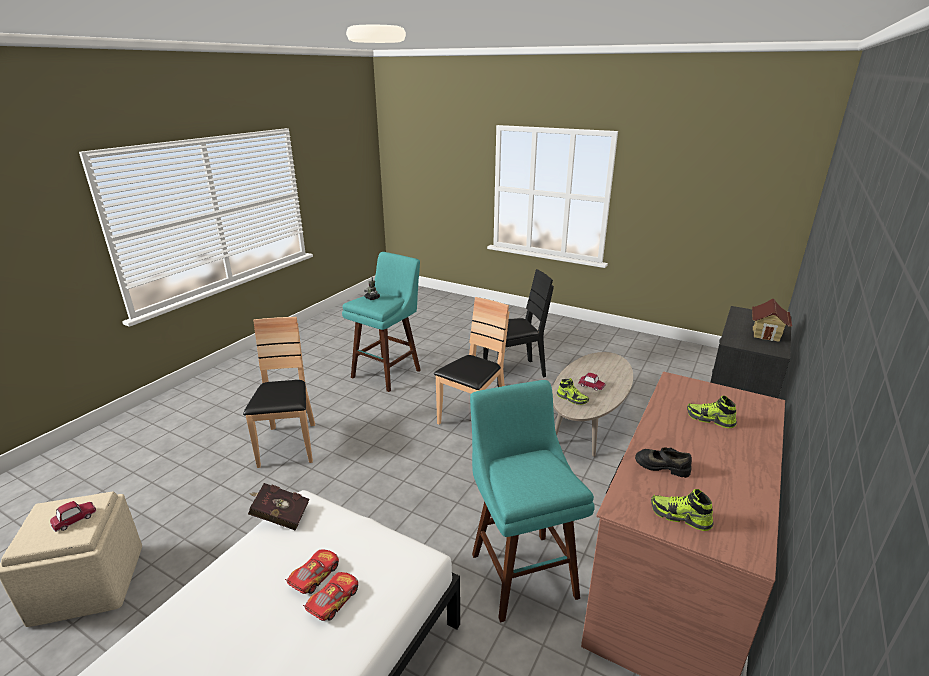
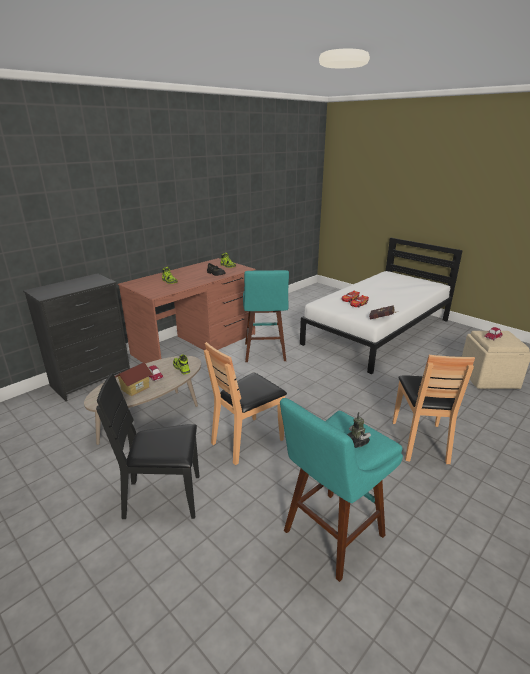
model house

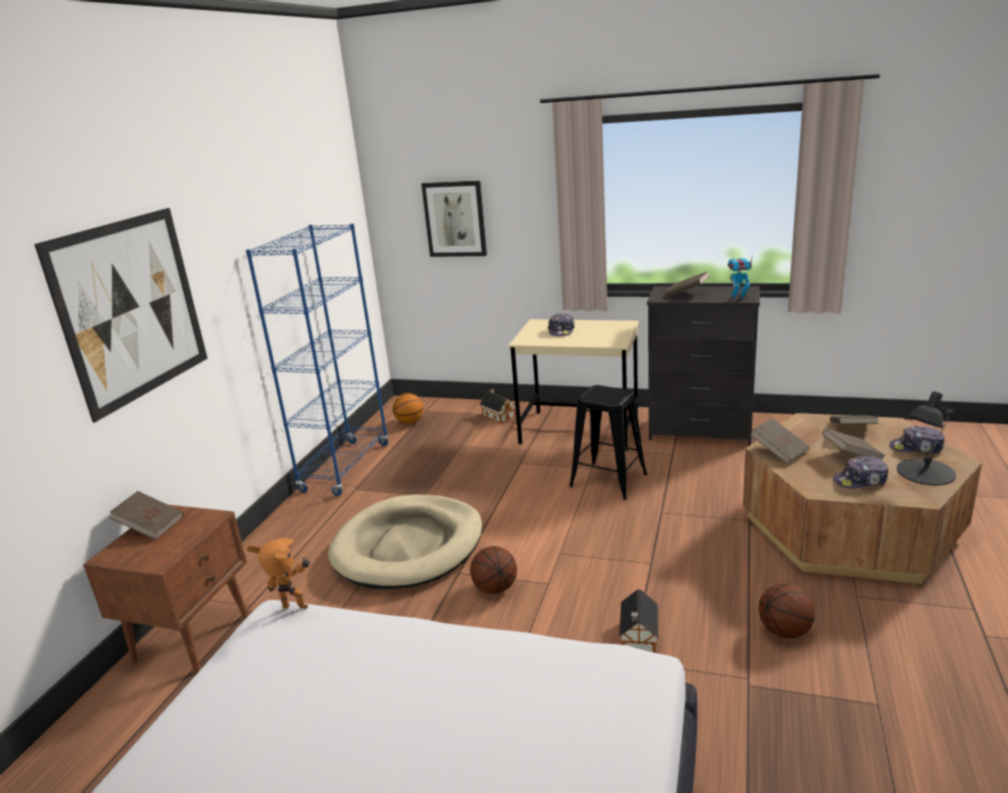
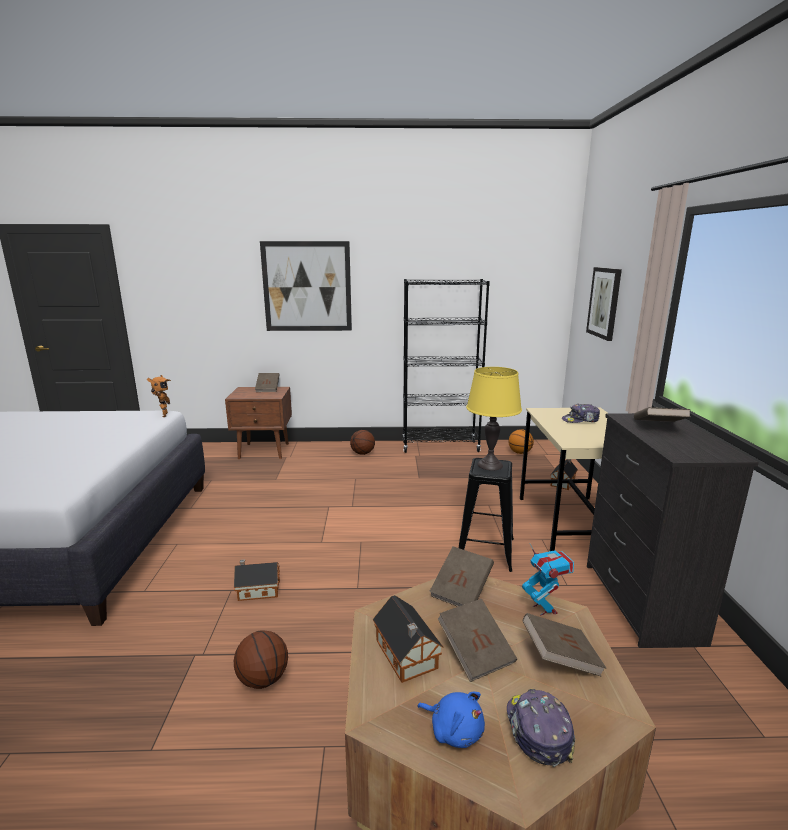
bookcase (black-coloured); model robot (2nd from left); cuddly toy (bluish); model house (2nd from left); dog bed (beige); basketball ball (2nd from left); table lamp (yellowish)

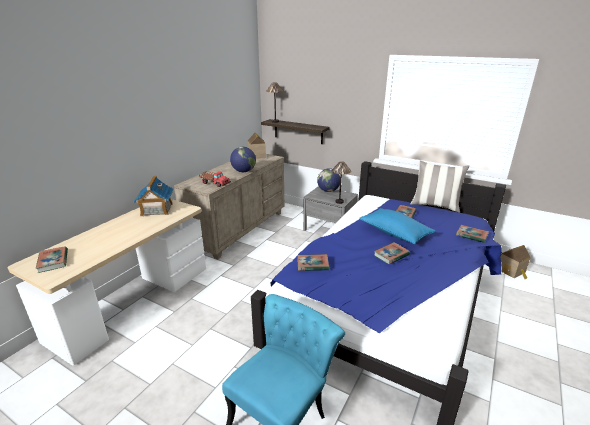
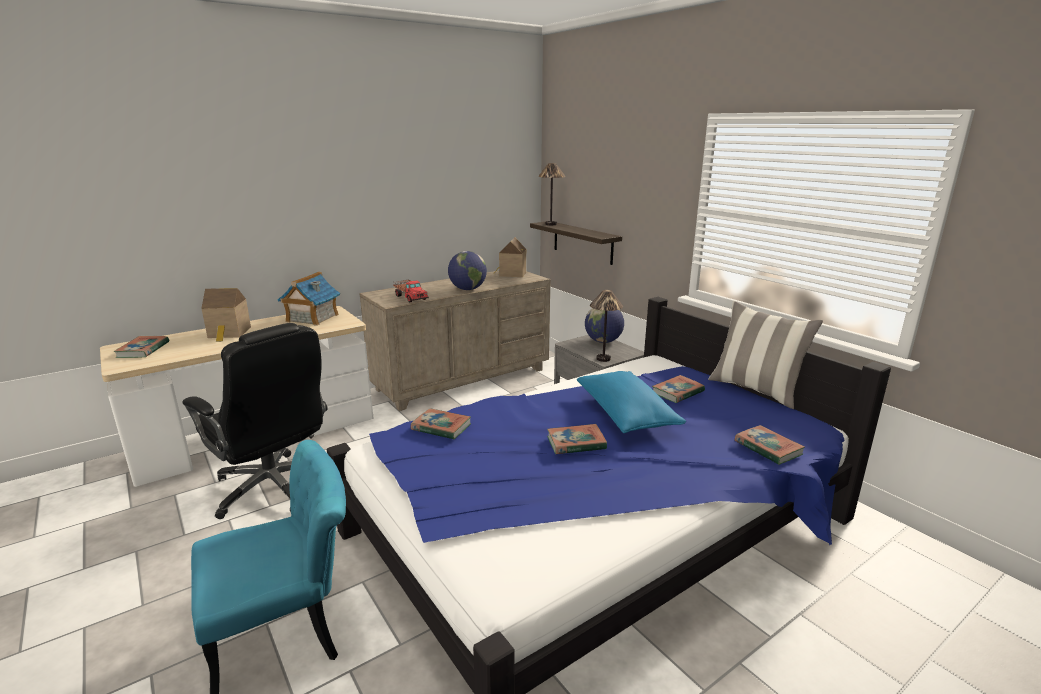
model house (1st from left); computer chair (black-coloured)

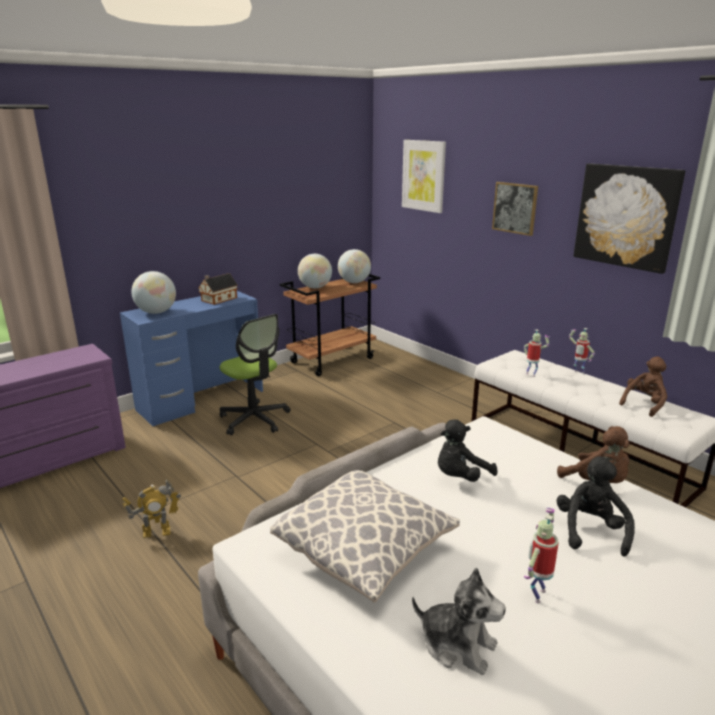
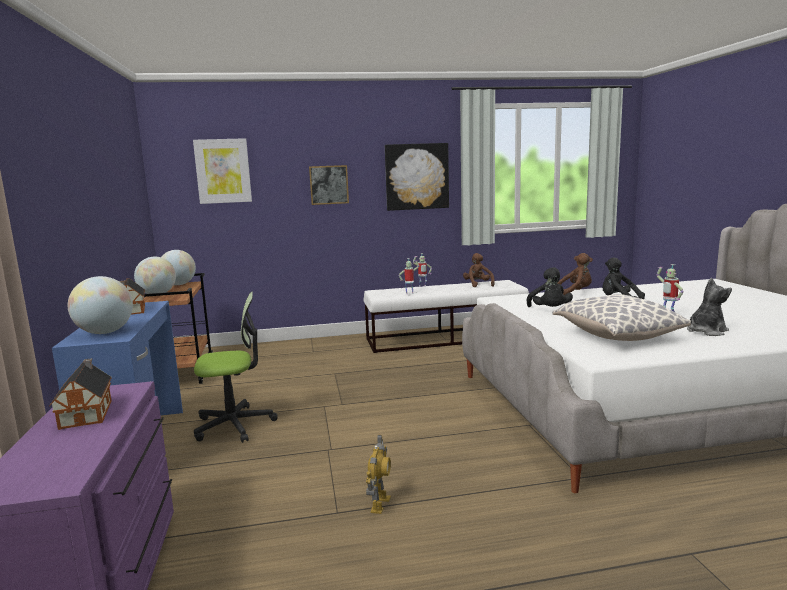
model house (1st from left)

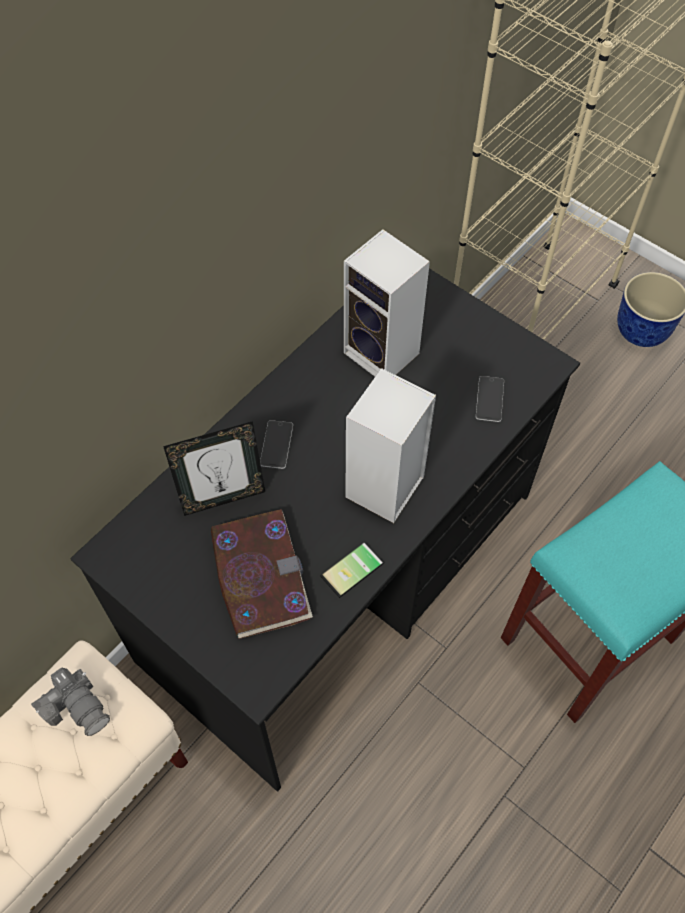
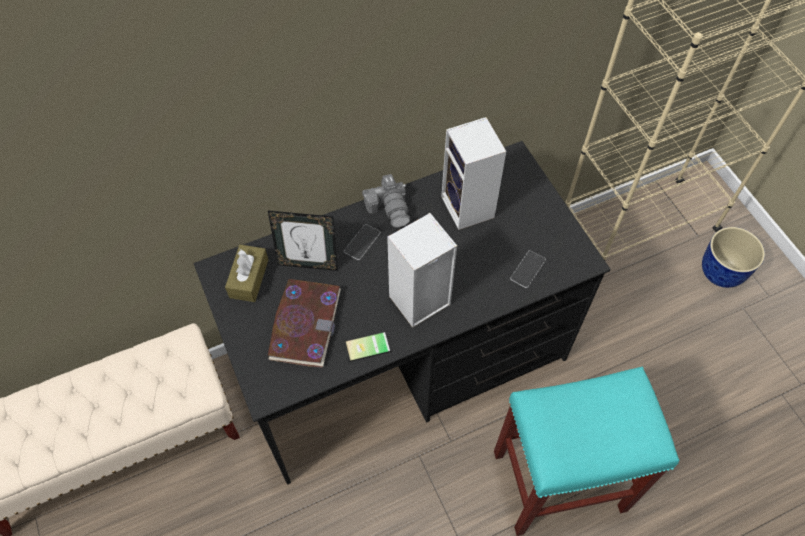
still camera; tissue box (brown-coloured)

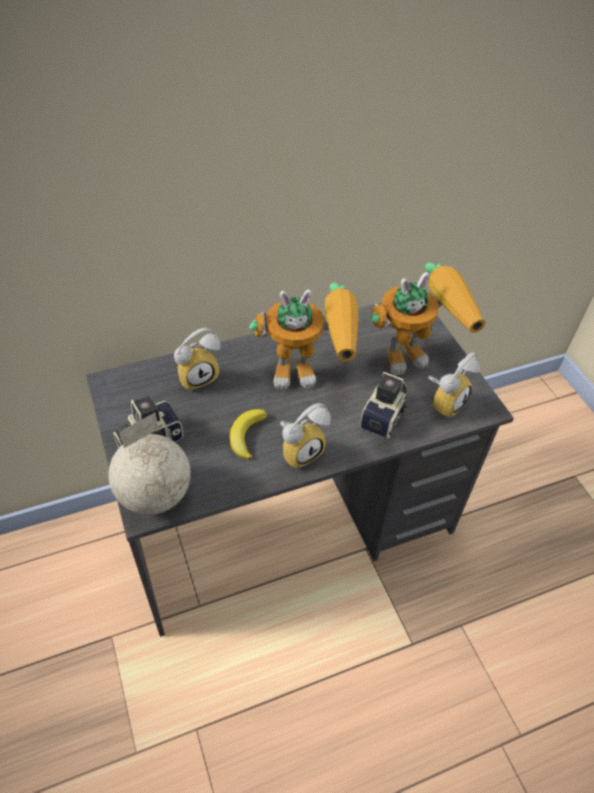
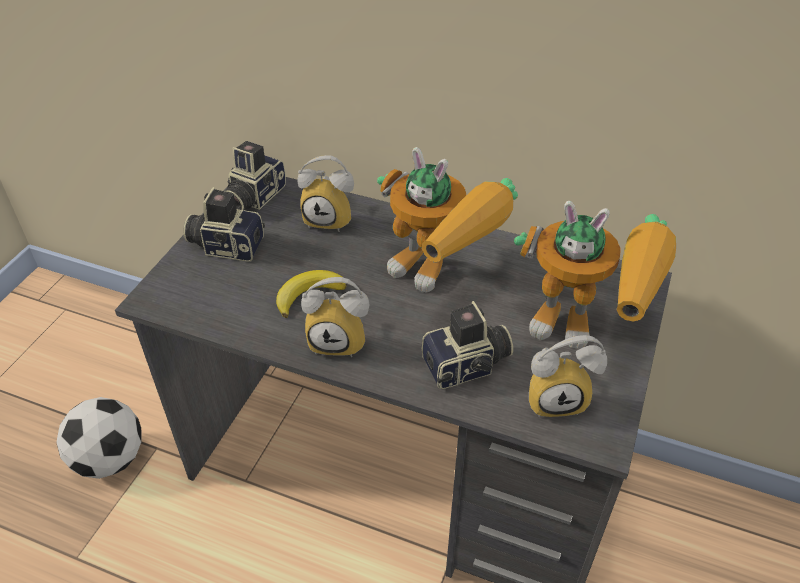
globe; still camera (2nd from left); football

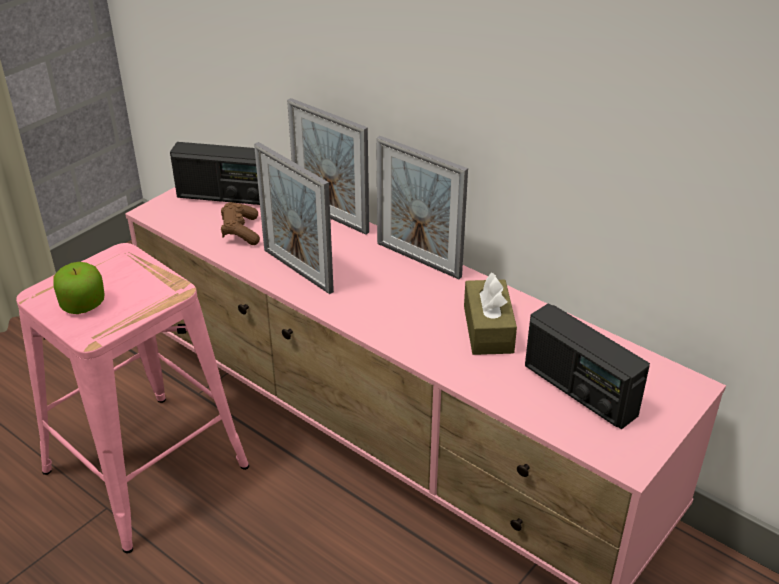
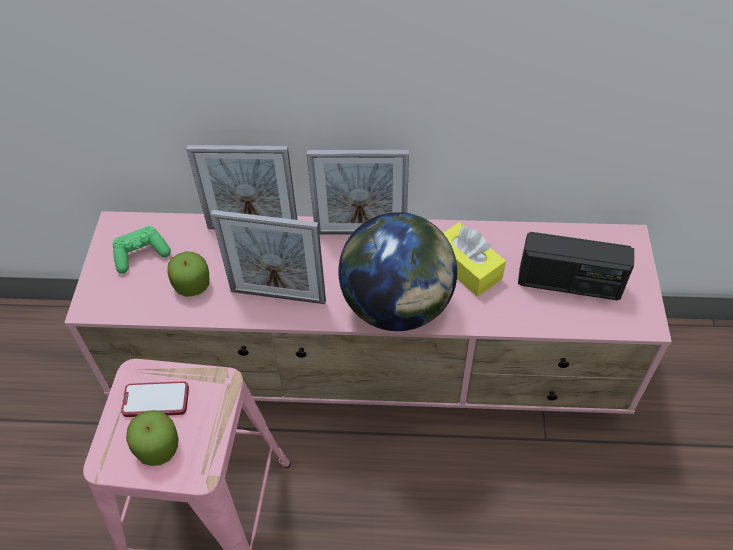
joypad (greenish); apple (2nd from left); tissue box (yellowish); globe; telephone

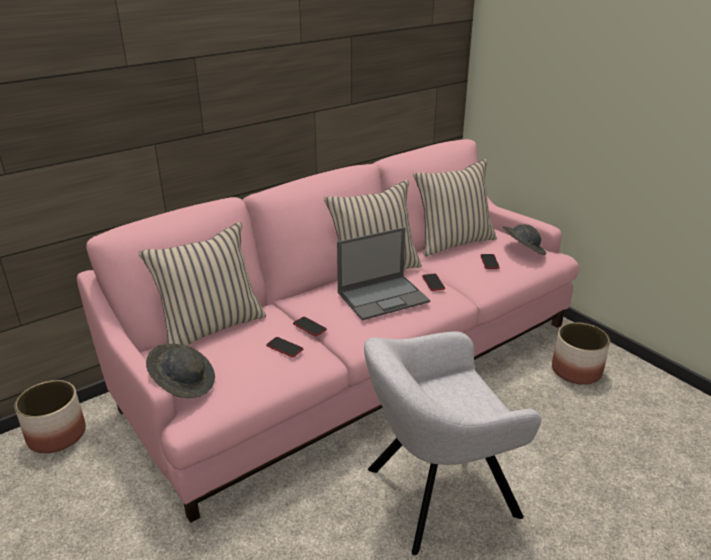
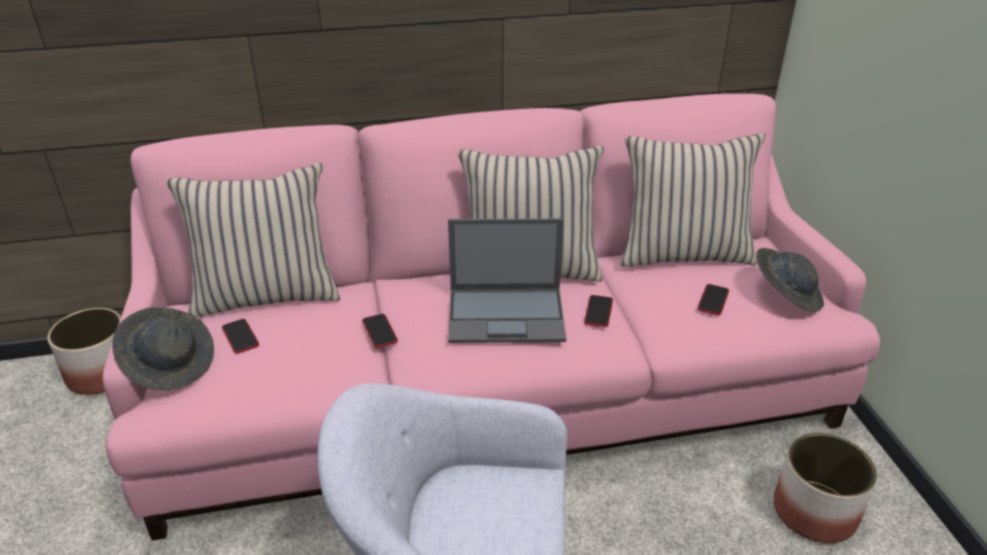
telephone (1st from left)

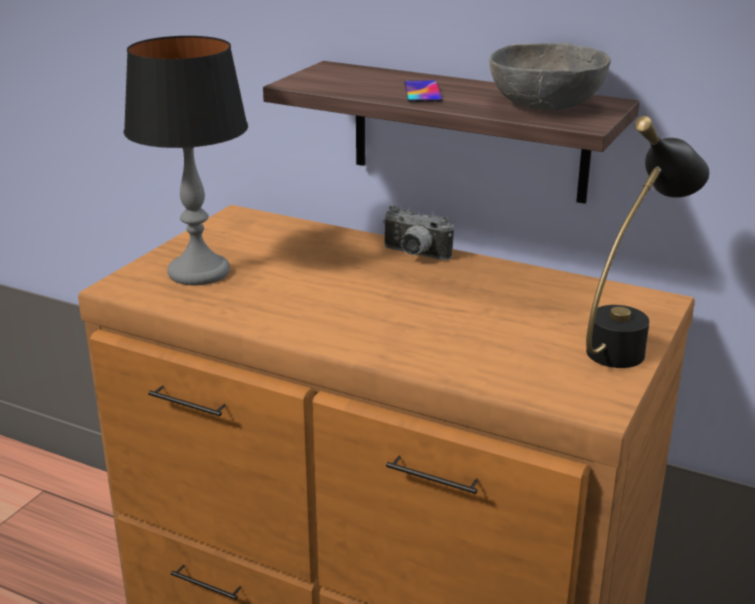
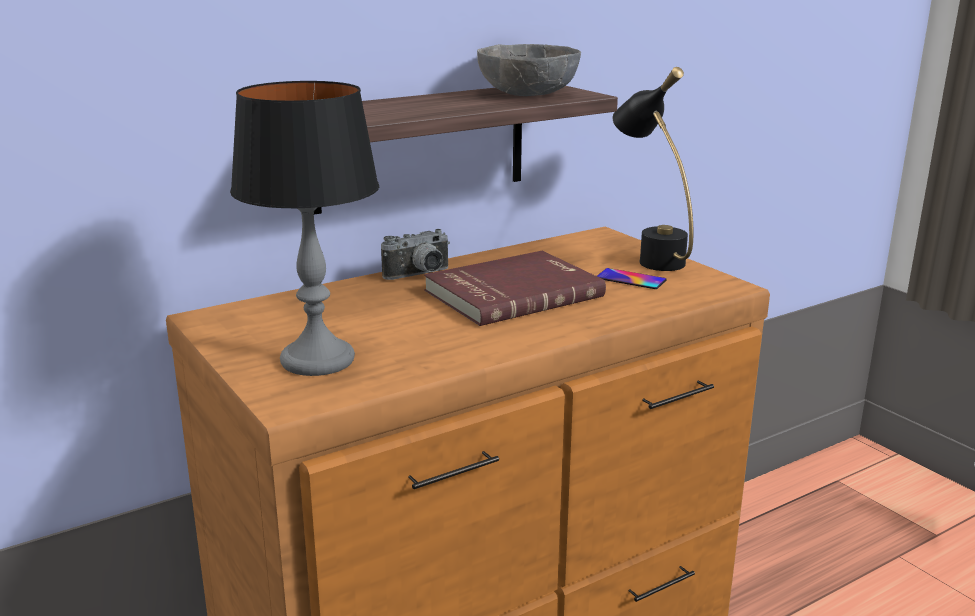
telephone; volume (red-coloured)

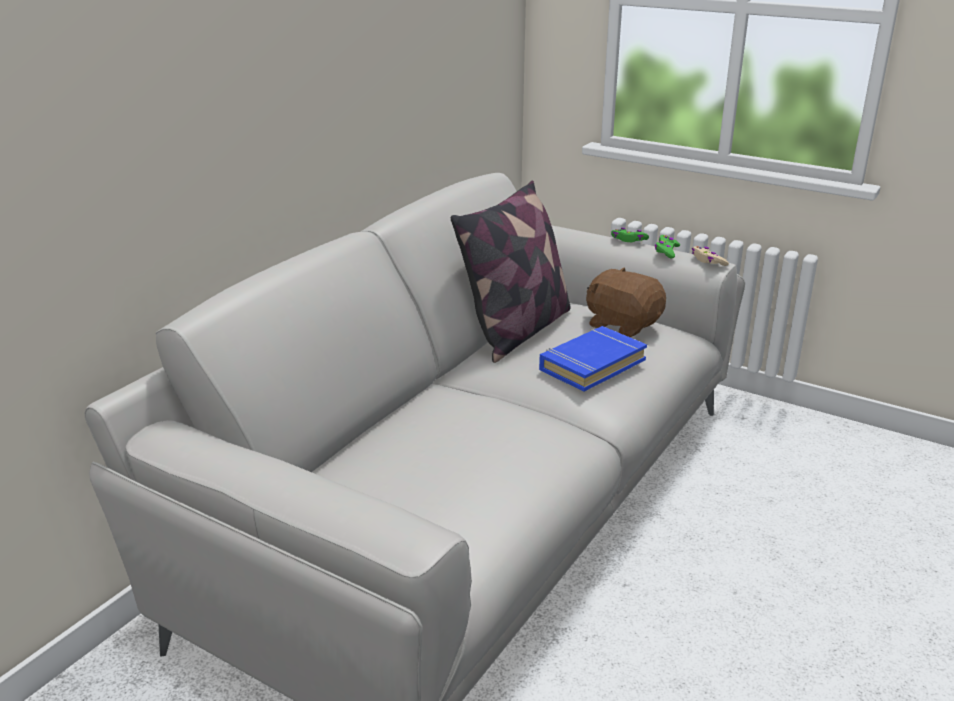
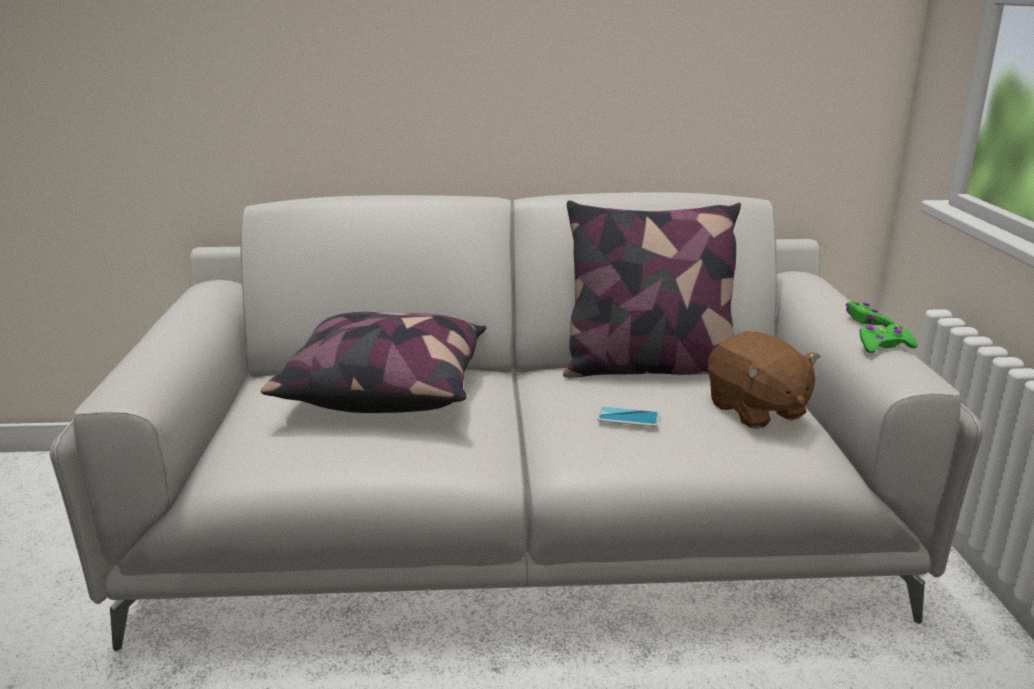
joypad (beige); cuddly toy (brown-coloured); telephone; pillow (1st from left)

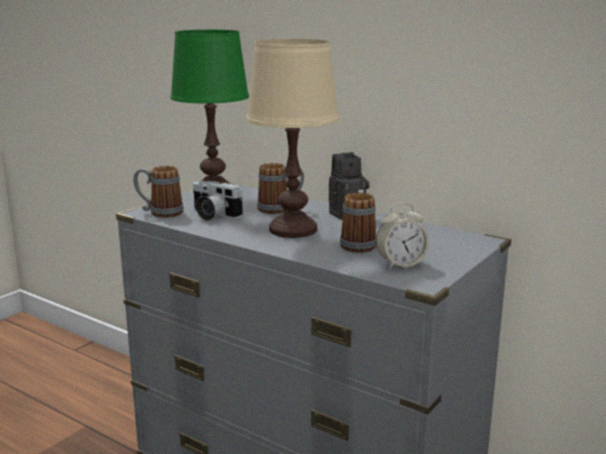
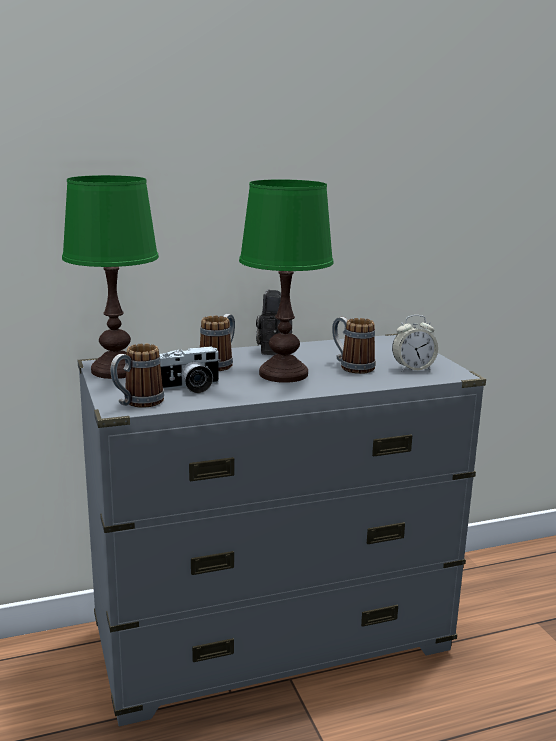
table lamp (greenish) (2nd from left); alarm clock

